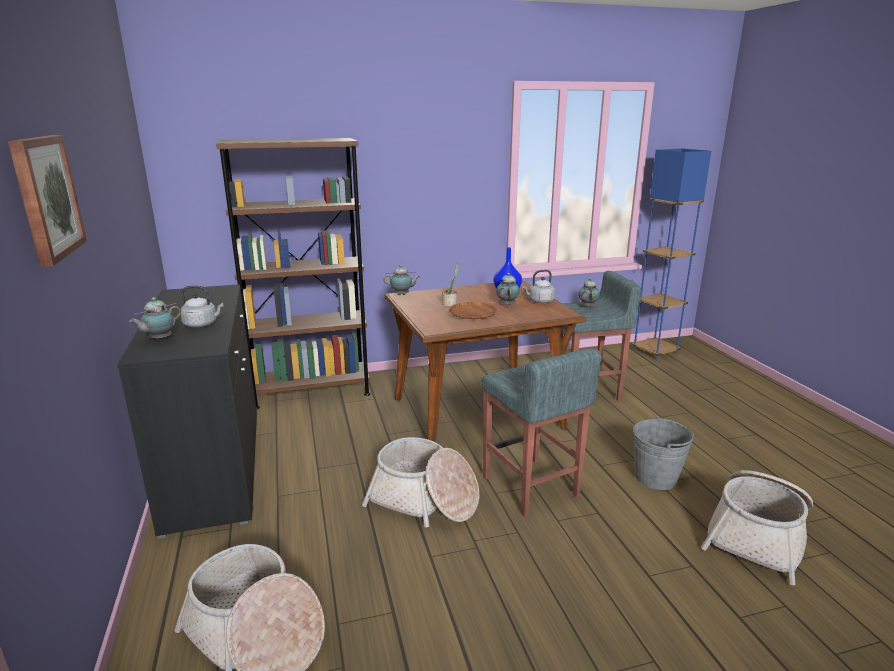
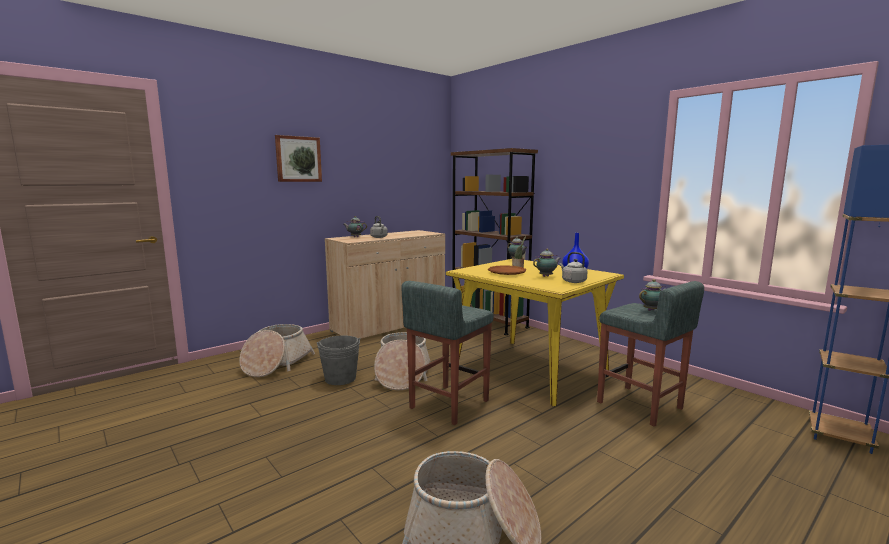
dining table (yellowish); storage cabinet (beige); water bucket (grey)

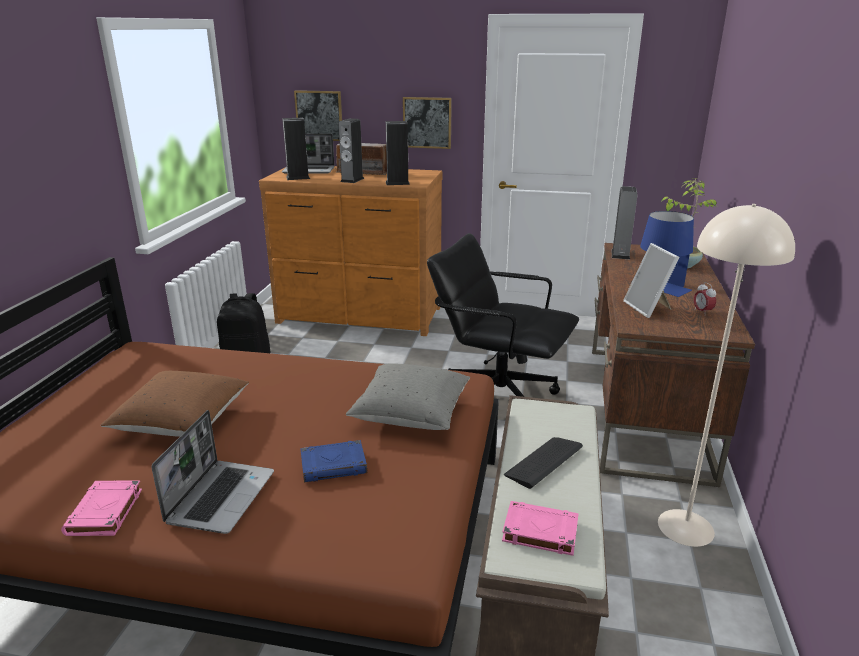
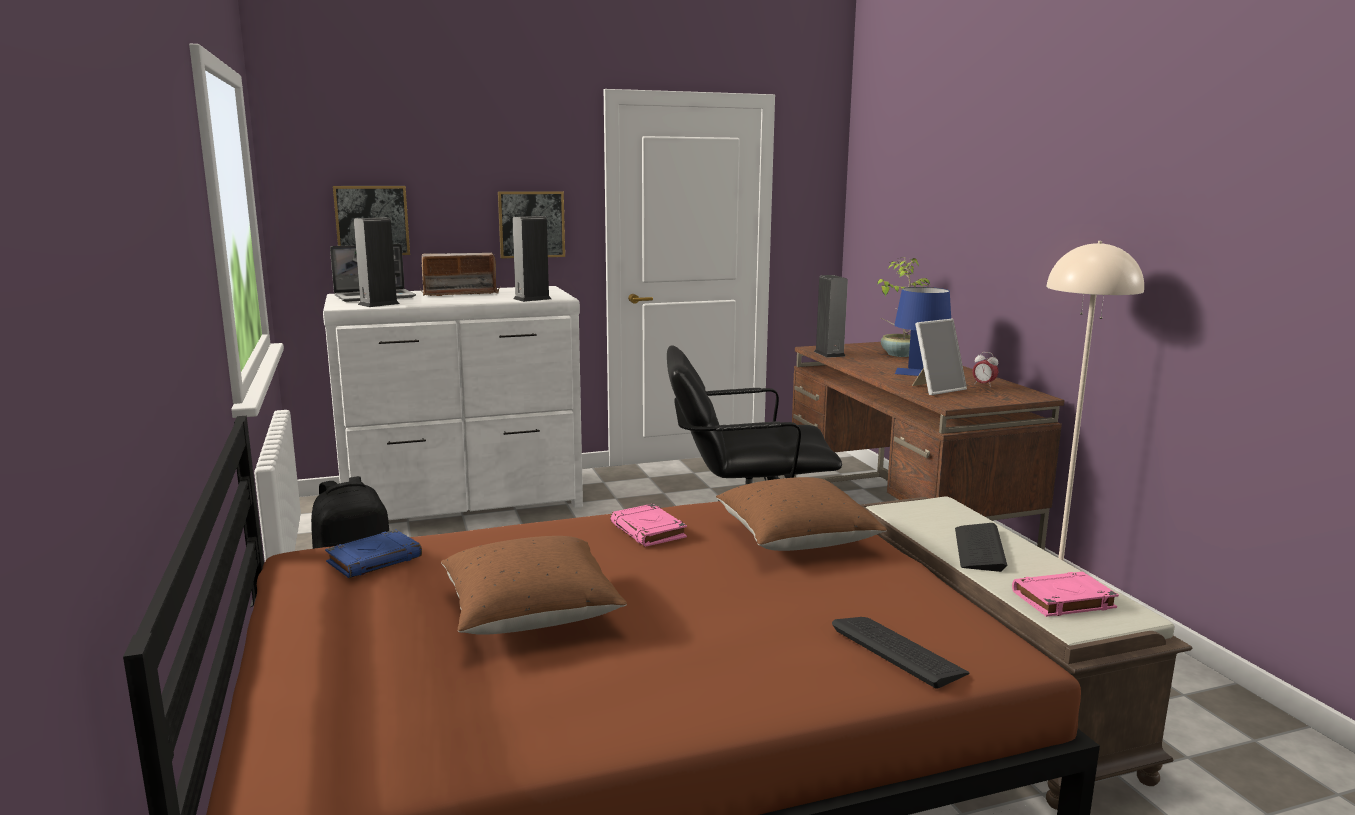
speaker (2nd from left in the first image); chest of drawers (whitish); picture frame; pillow (brown-coloured) (2nd from left); laptop (1st from left in the first image); volume (bluish); volume (pink) (1st from left); computer keyboard (1st from left)

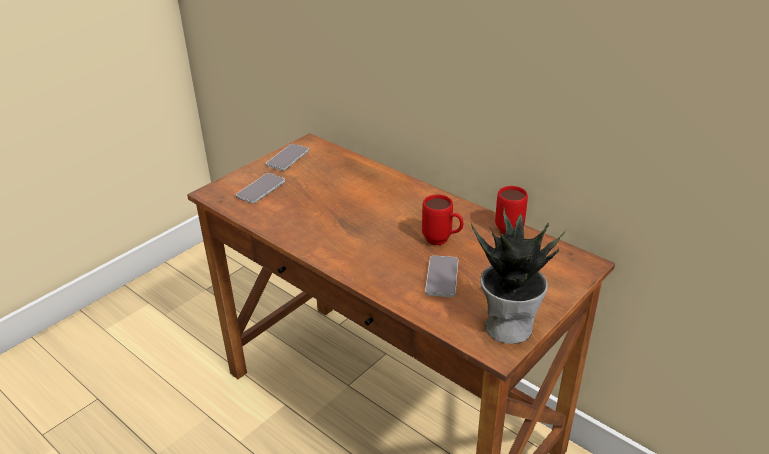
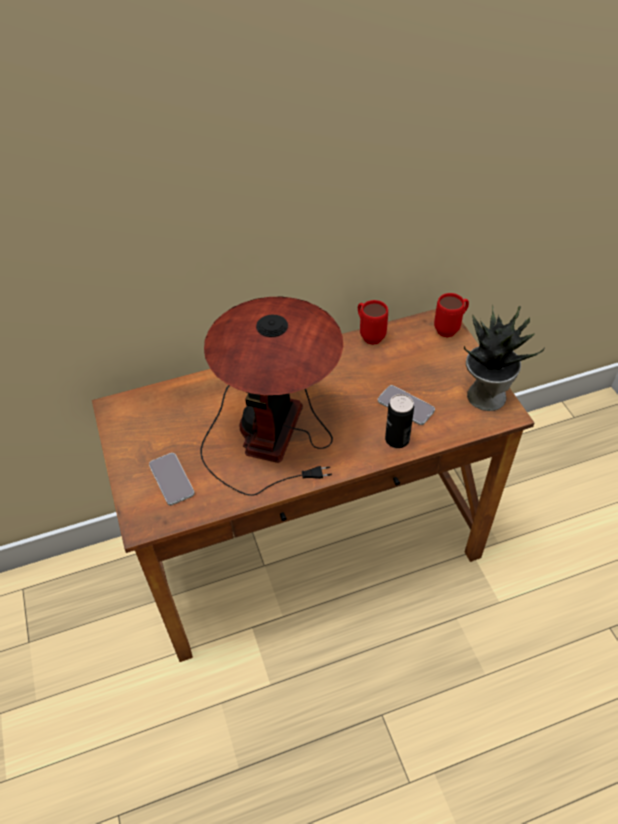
telephone (2nd from left in the first image); coffee mug (red-coloured) (2nd from left); table lamp; sealed can

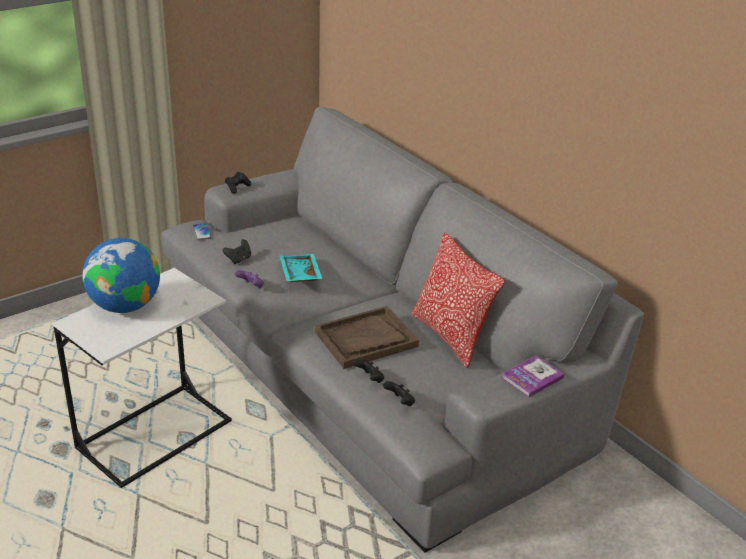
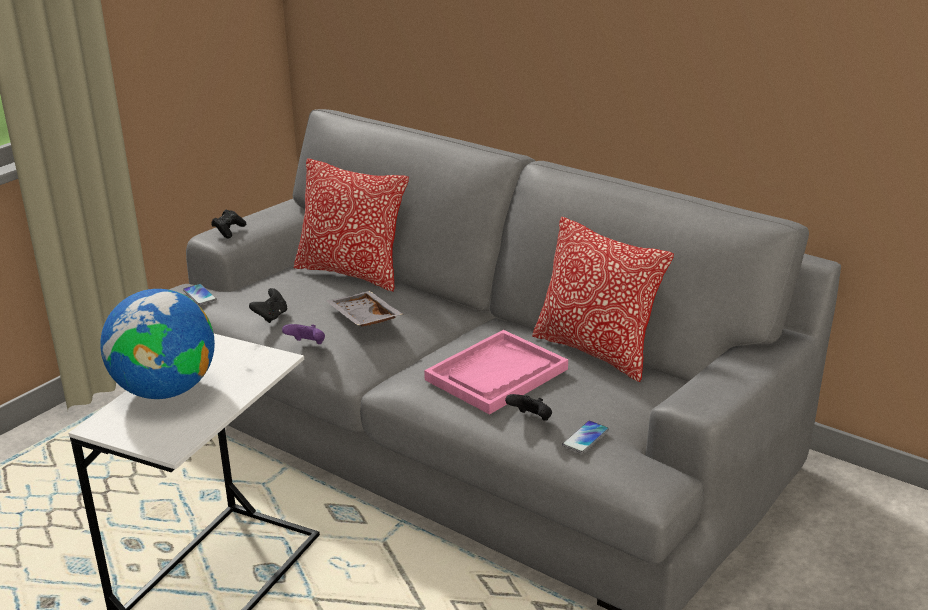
carrying tray (grey); carrying tray (pink); volume; telephone (2nd from left); pillow (1st from left)

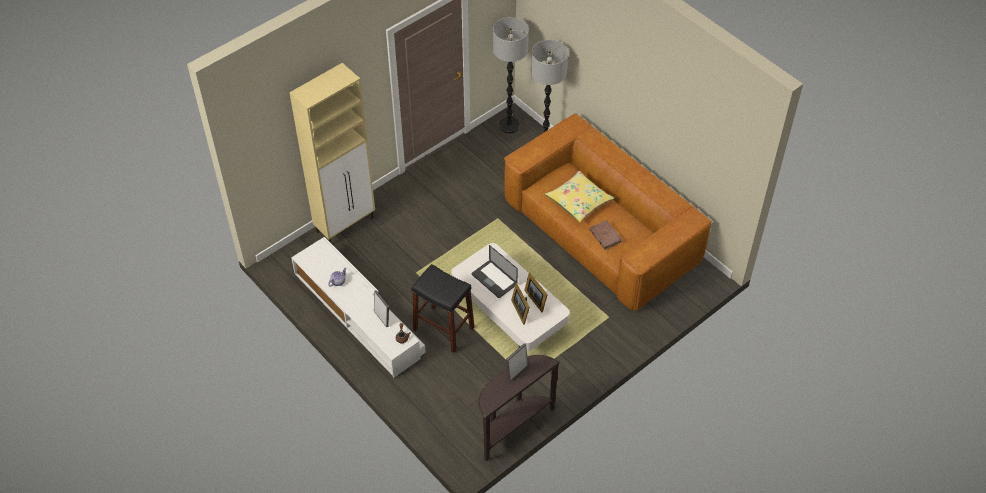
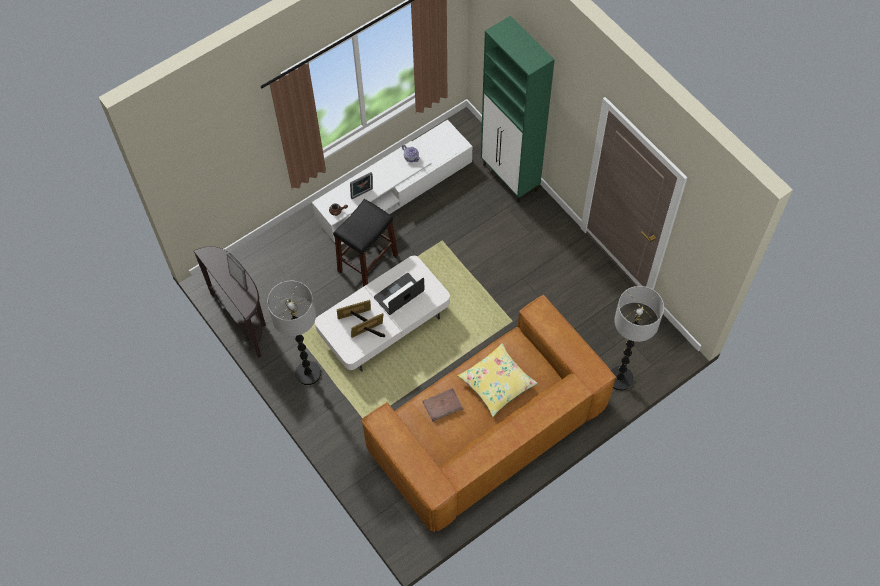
standing lamp (1st from left); storage cabinet (greenish)

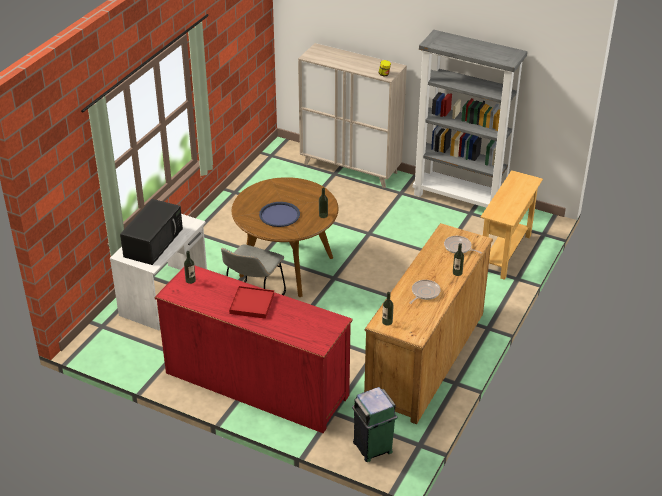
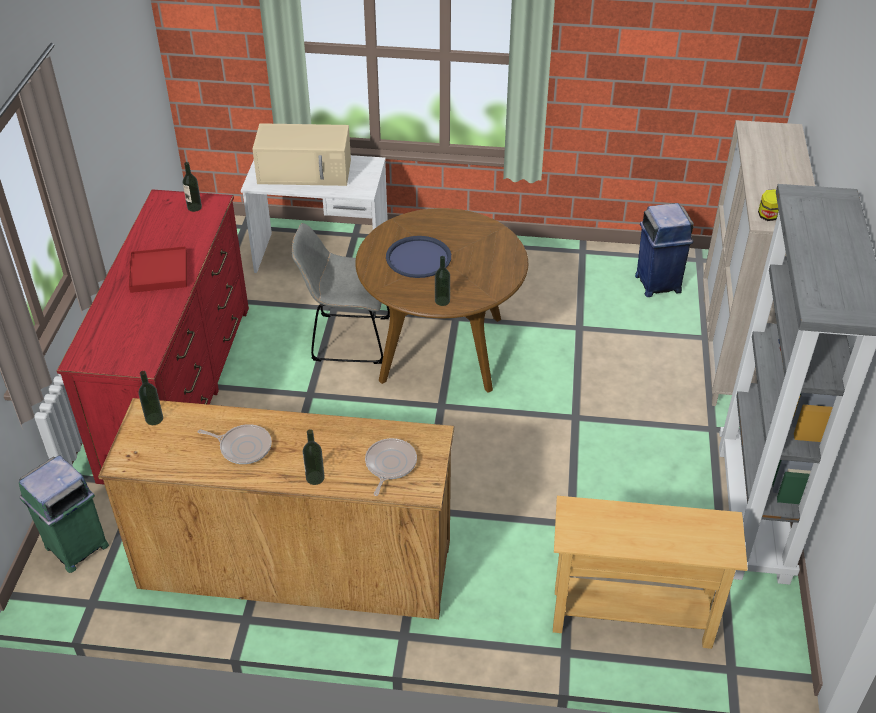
microwave (beige); rubbish bin (bluish)

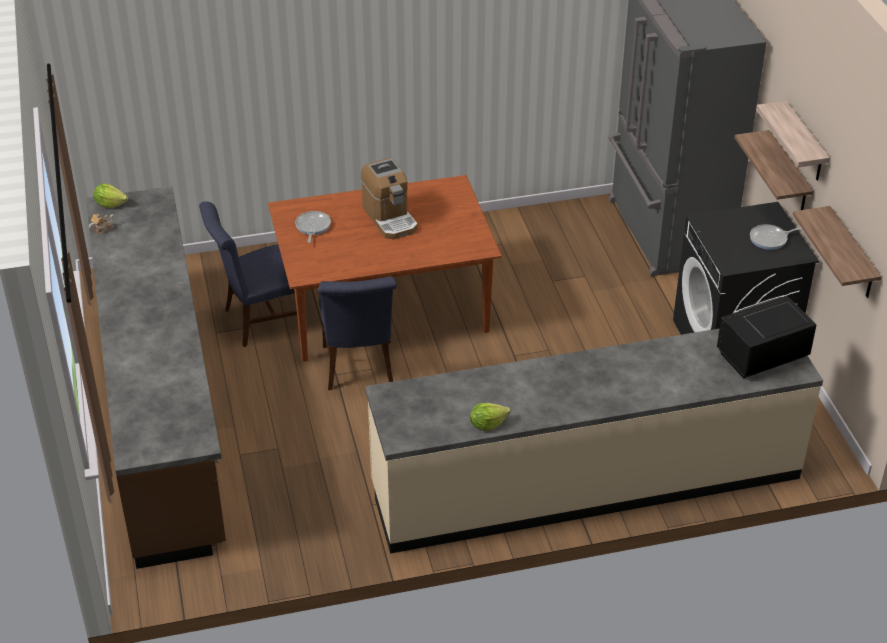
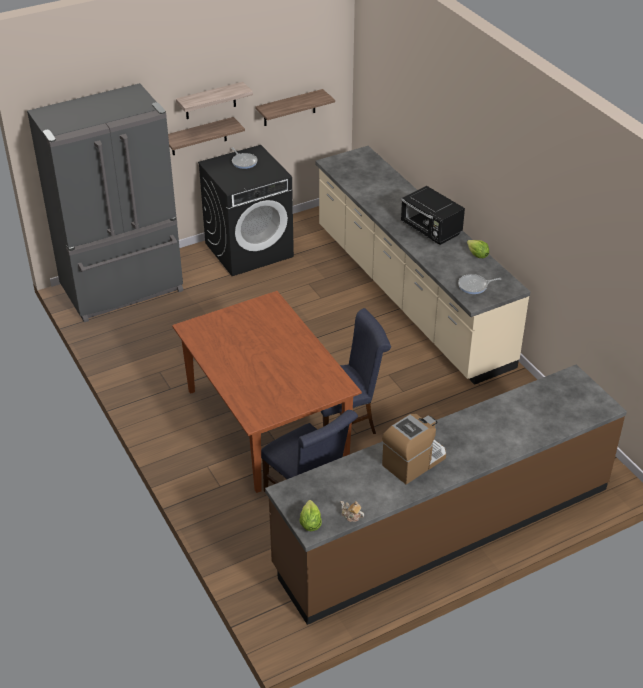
coffee machine; frying pan (2nd from left); microwave (black-coloured)

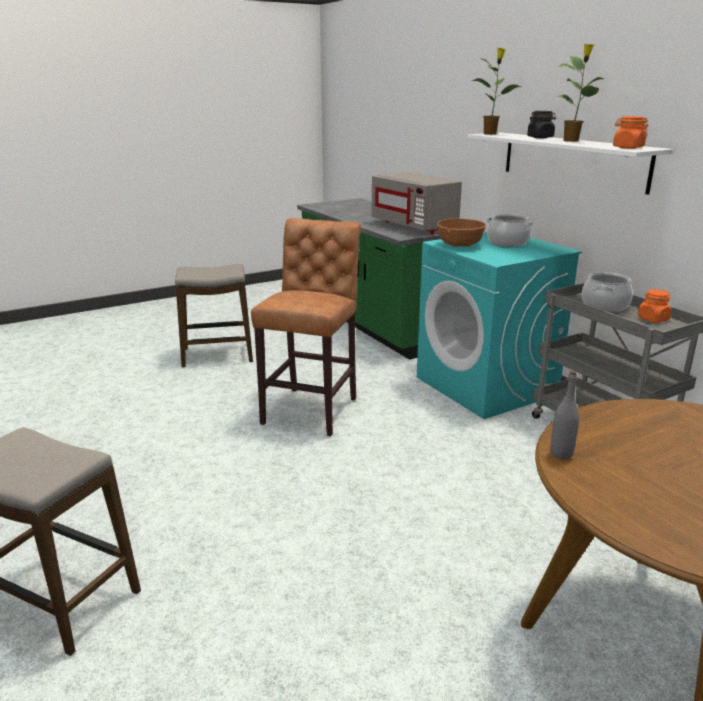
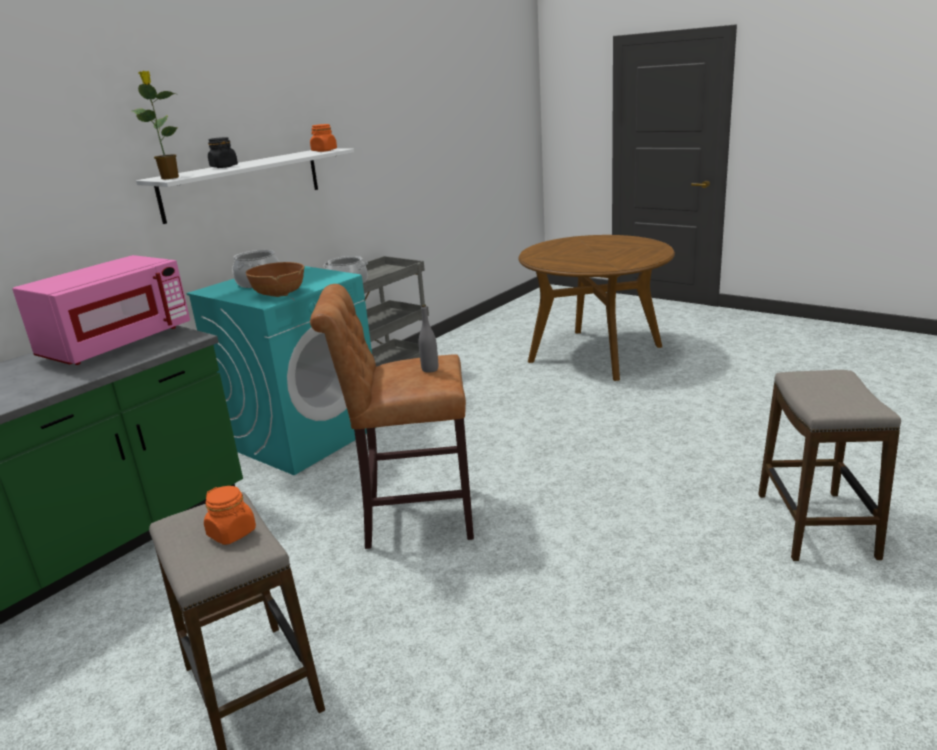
potted plant (2nd from left in the first image); microwave (pink); storage jar (orange-coloured) (1st from left); drink bottle (grey)

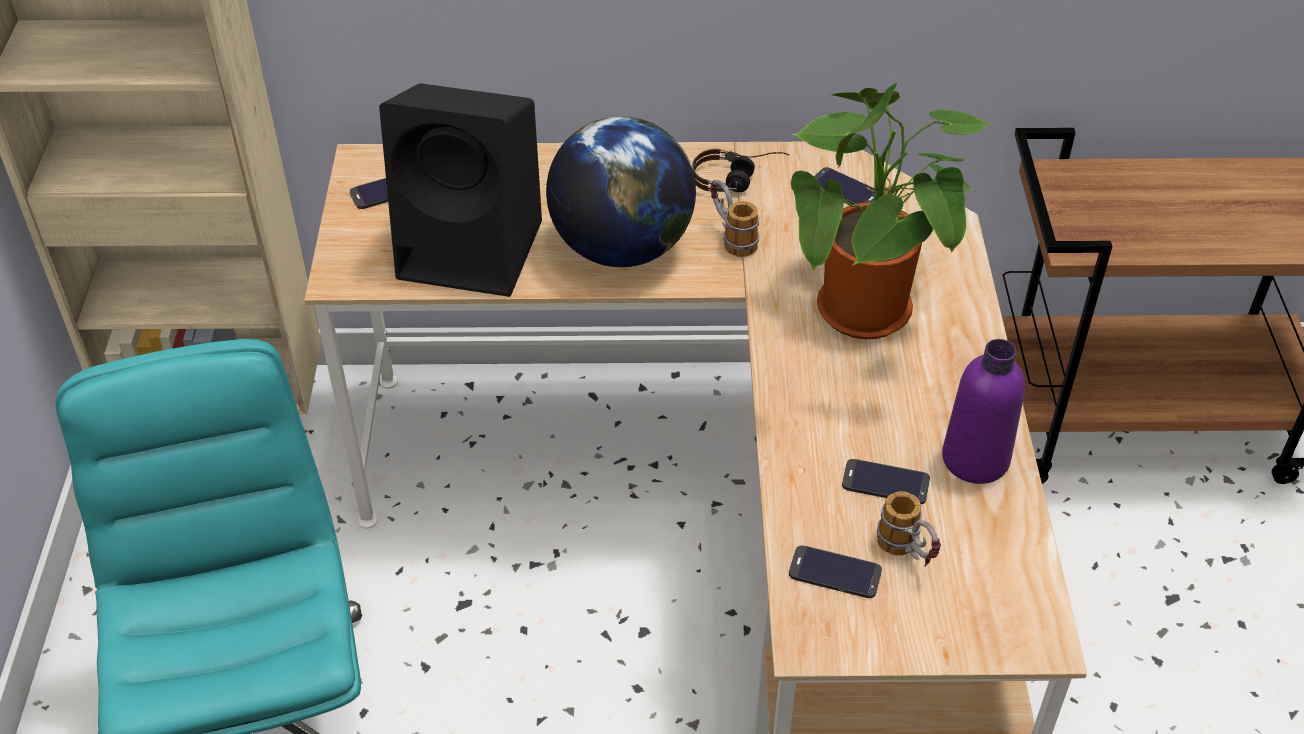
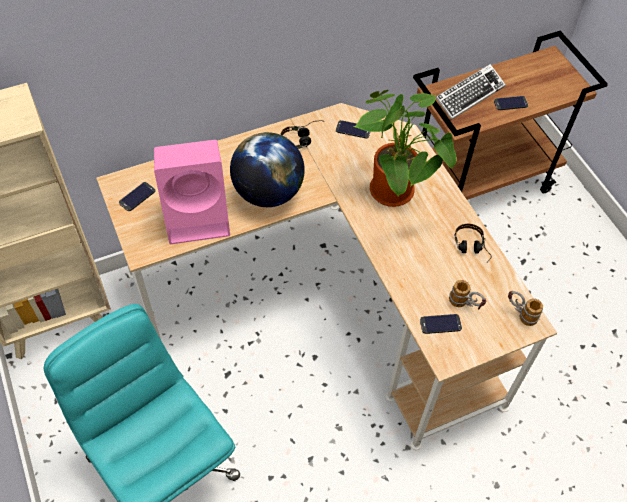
speaker (pink); coffee mug (2nd from left); headphones (2nd from left); telephone (4th from left); computer keyboard

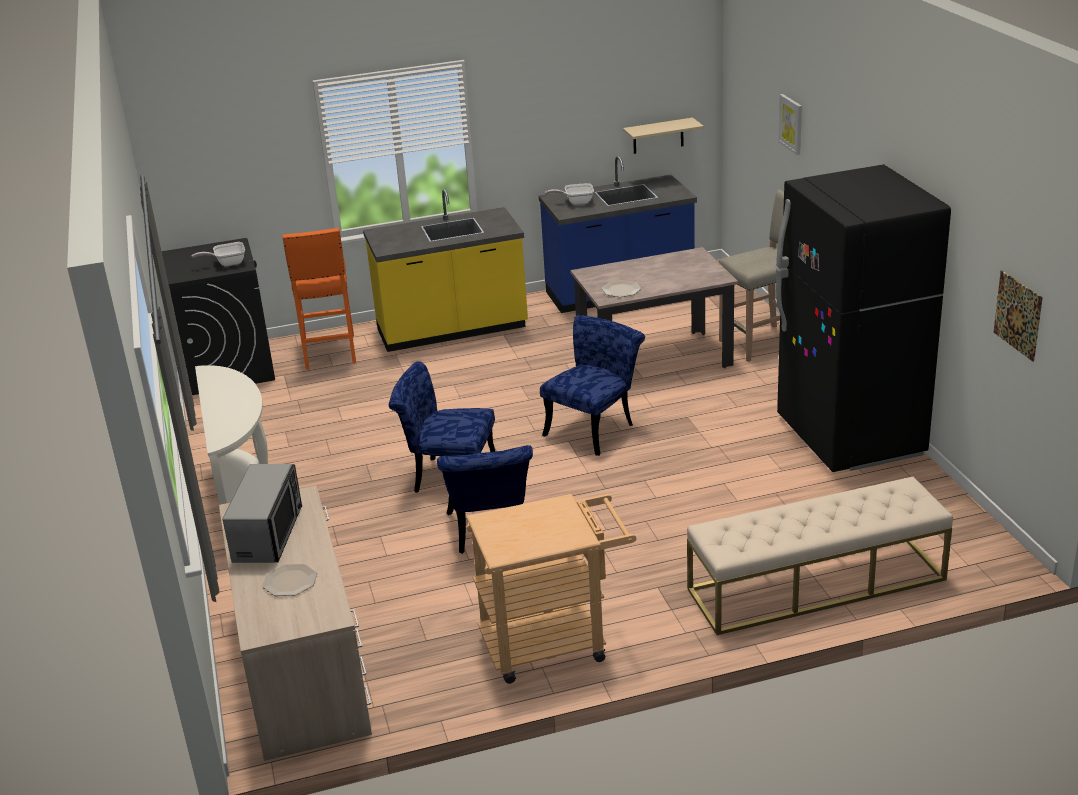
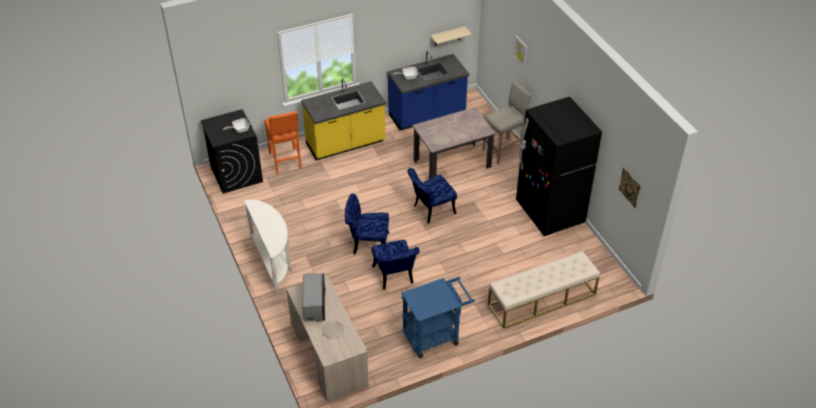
chair (bluish) (3rd from left); trolley (bluish)

